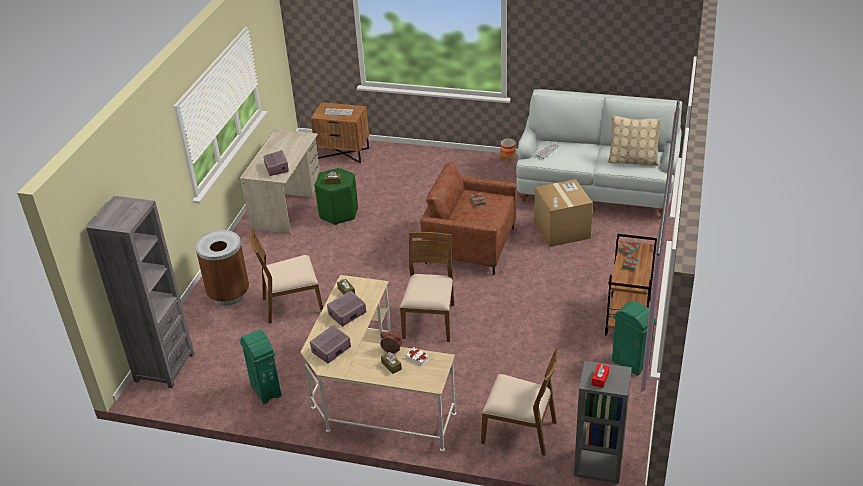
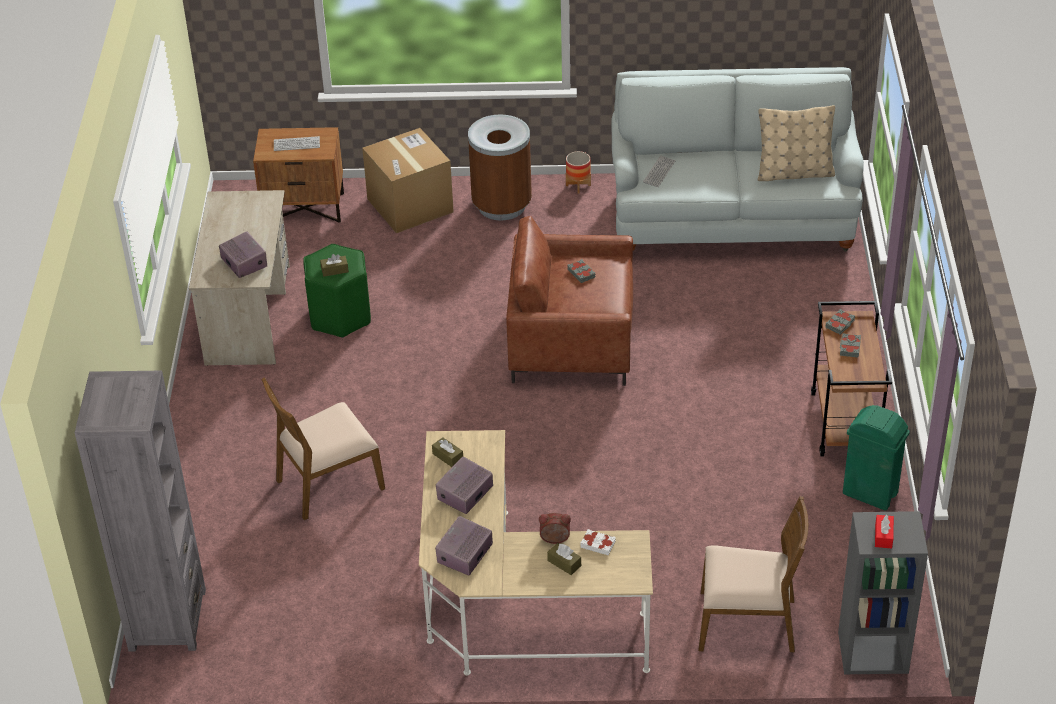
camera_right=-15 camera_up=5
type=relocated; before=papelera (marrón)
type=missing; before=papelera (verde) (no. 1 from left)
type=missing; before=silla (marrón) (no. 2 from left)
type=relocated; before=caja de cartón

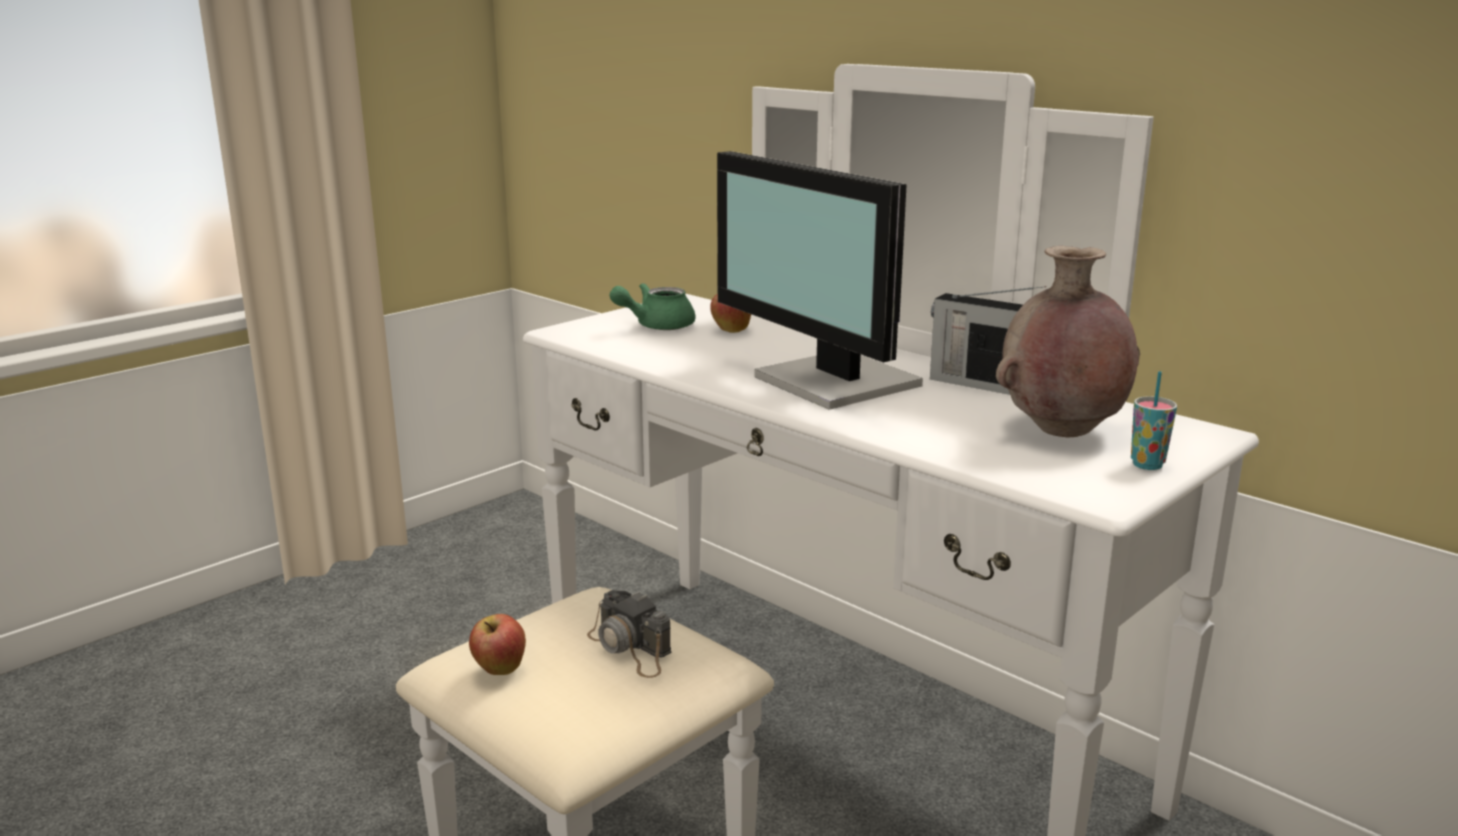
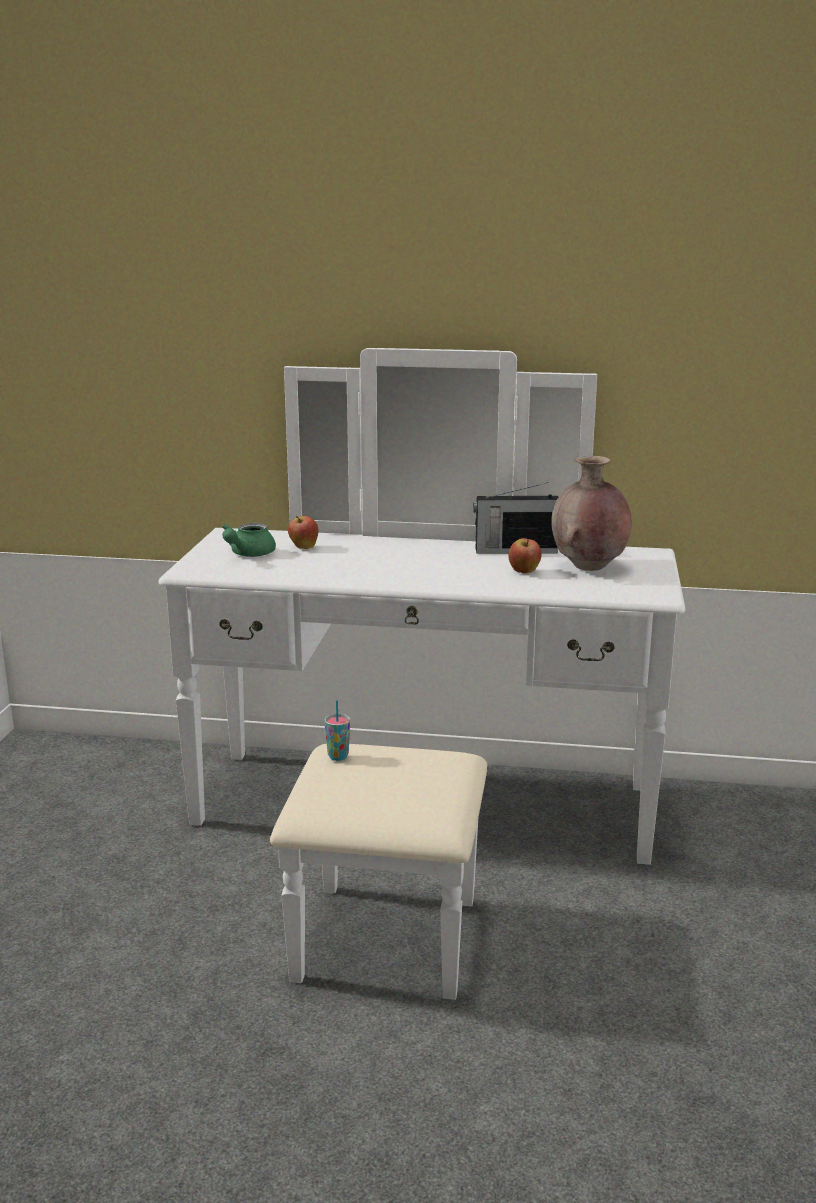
camera_right=-35 camera_up=0
type=relocated; before=manzana (no. 1 from left in the first image); after=manzana (no. 2 from left)
type=missing; before=cámara
type=missing; before=monitor
type=relocated; before=taza

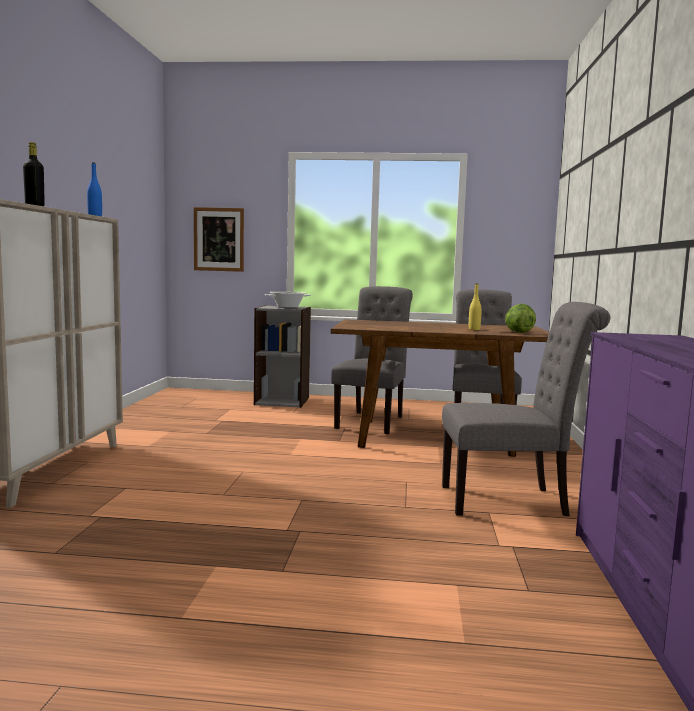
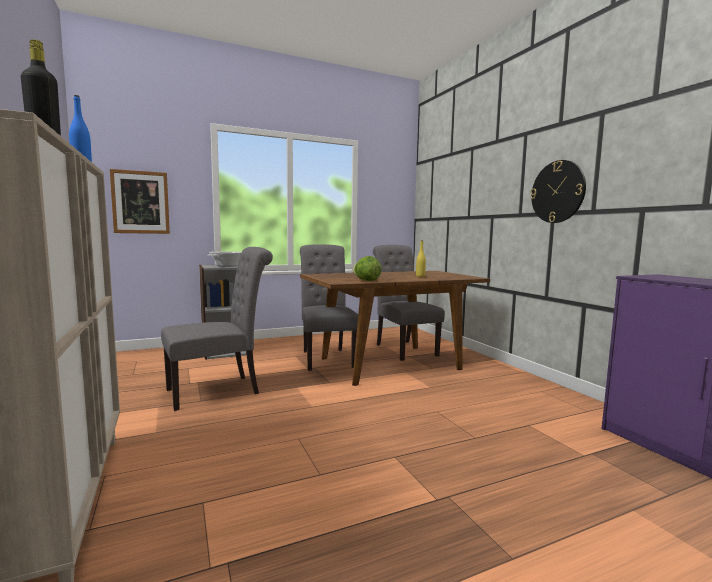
camera_right=-30 camera_up=0
type=relocated; before=silla (gris) (no. 3 from left in the first image); after=silla (gris) (no. 1 from left)
type=relocated; before=lechuga
type=appeared; after=reloj de pared

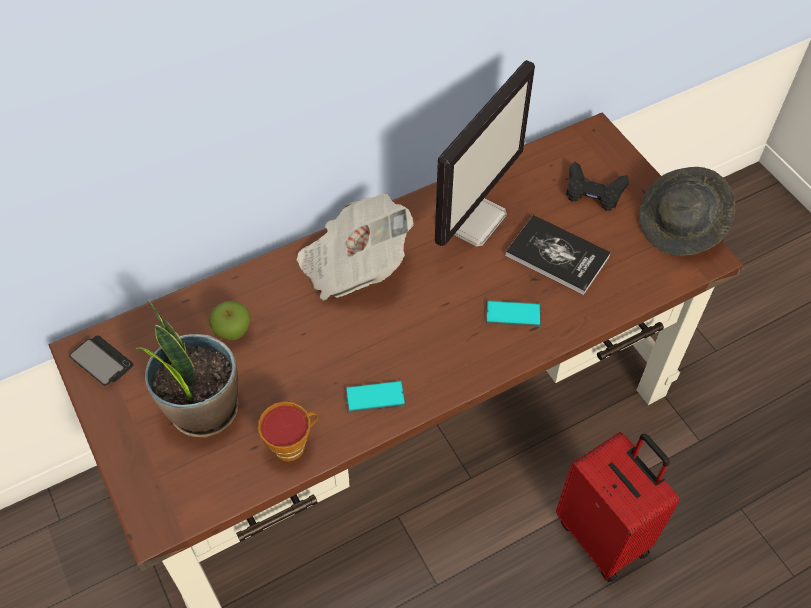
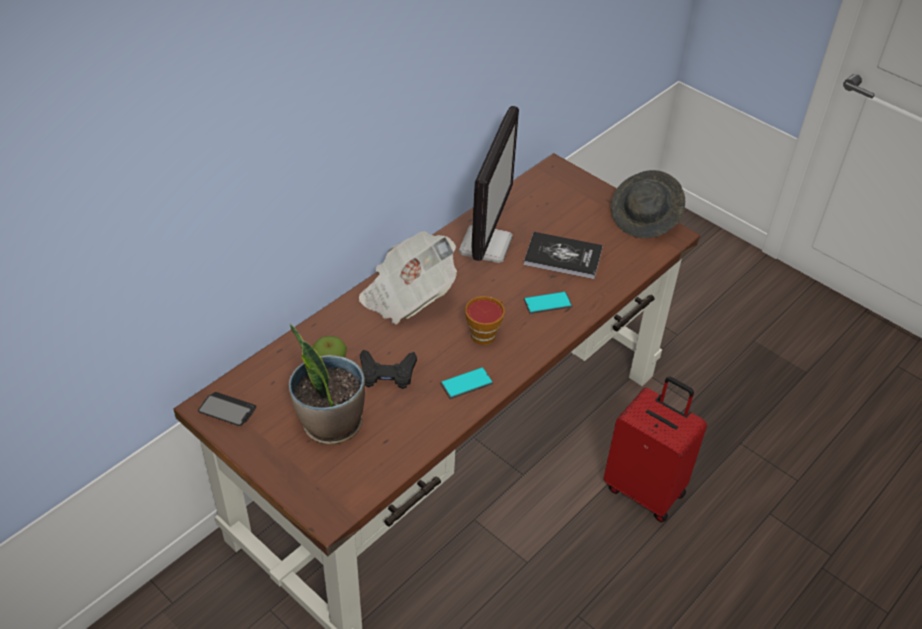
camera_right=-20 camera_up=-10
type=relocated; before=taza
type=relocated; before=mando de consola (negro)

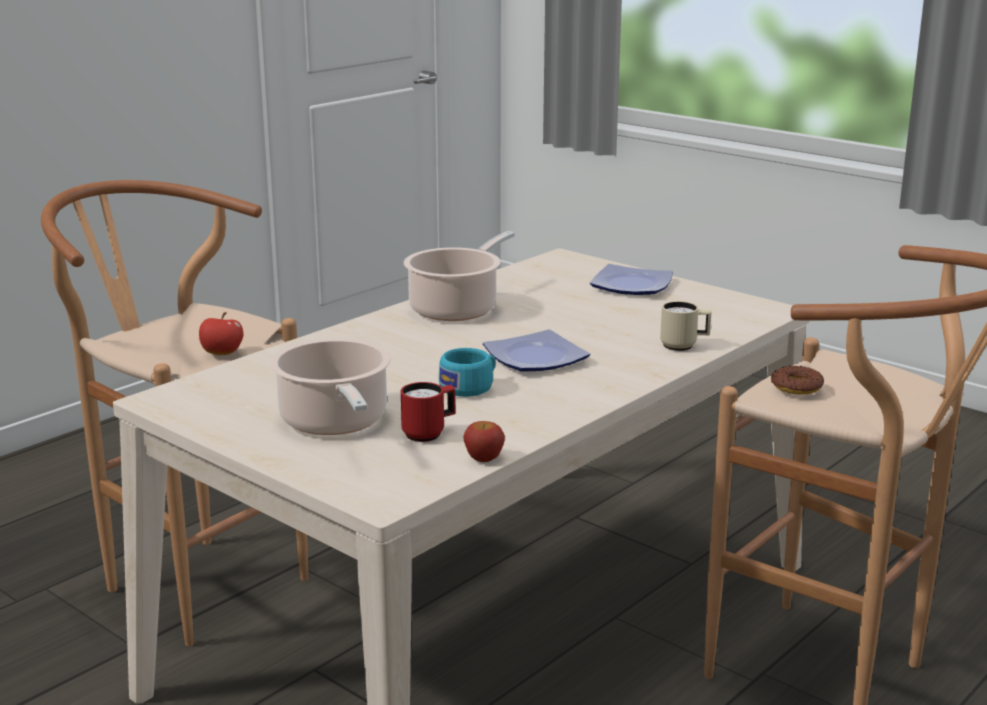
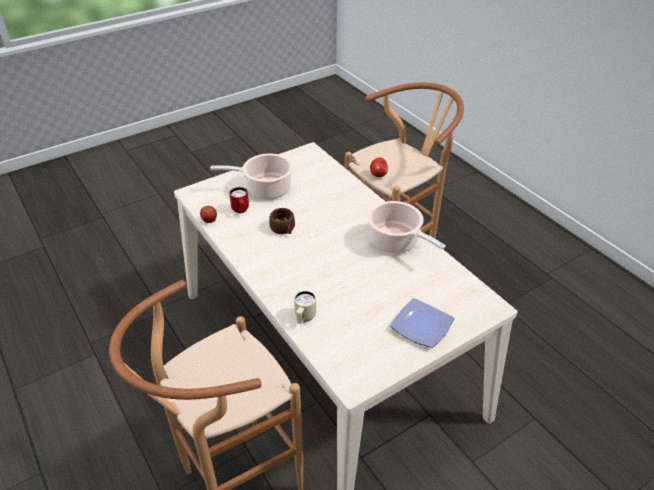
camera_right=105 camera_up=20
type=colour; before=taza (turquesa); after=taza (marrón)
type=missing; before=plato (no. 1 from left)
type=missing; before=rosquilla

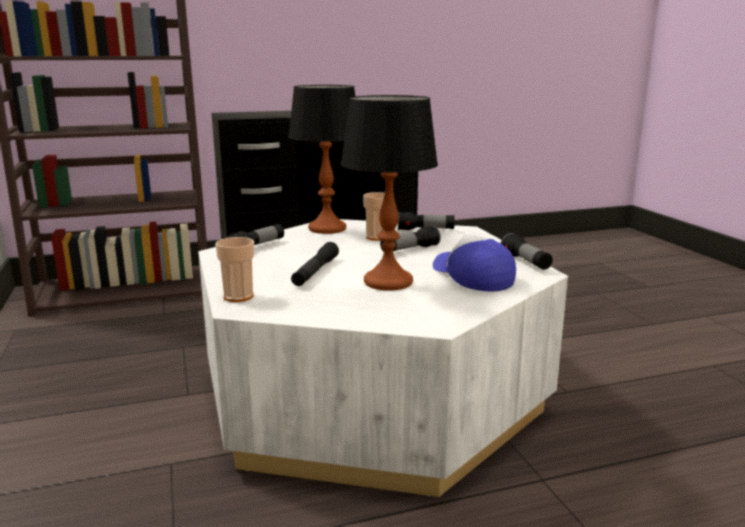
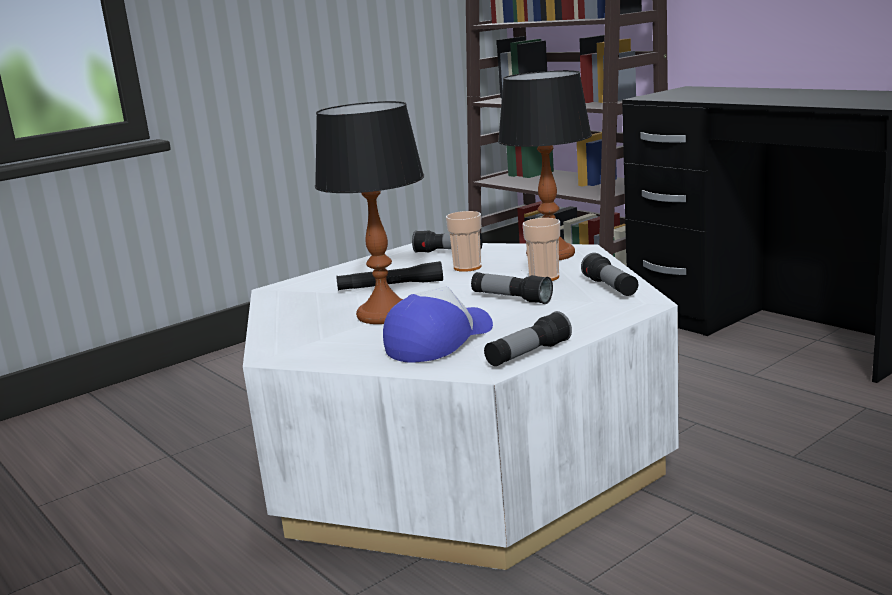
camera_right=70 camera_up=0
type=relocated; before=taza (no. 1 from left)

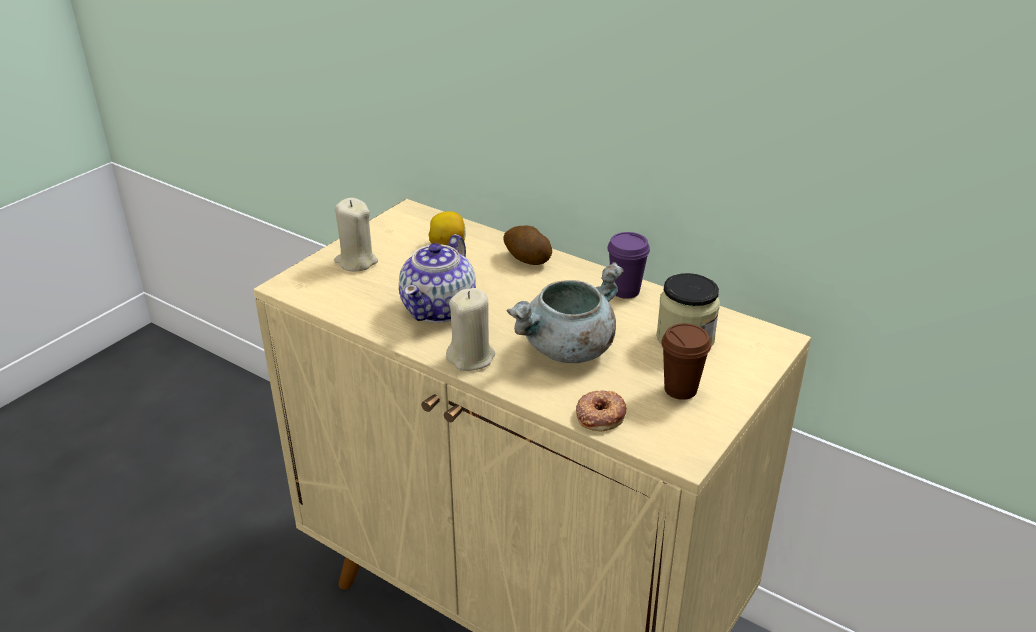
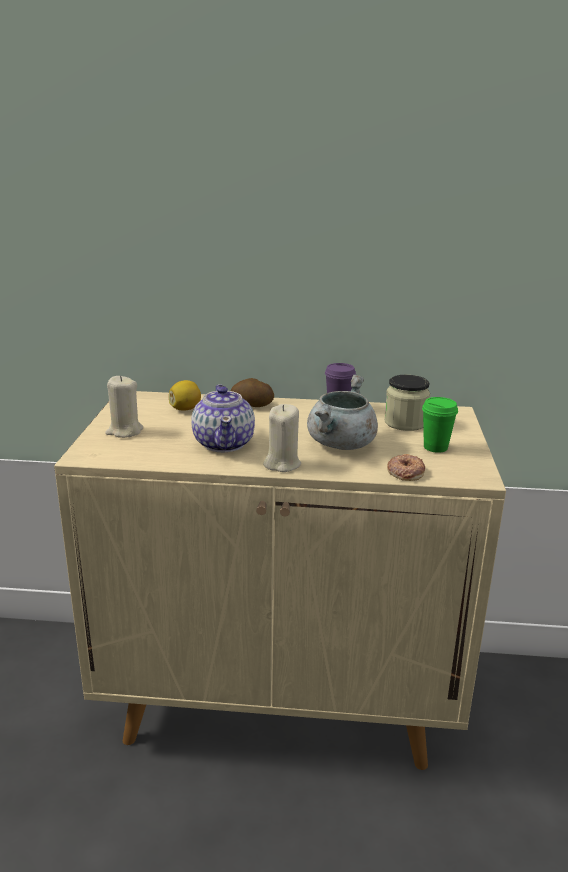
camera_right=-30 camera_up=-10
type=colour; before=taza (marrón); after=taza (verde)

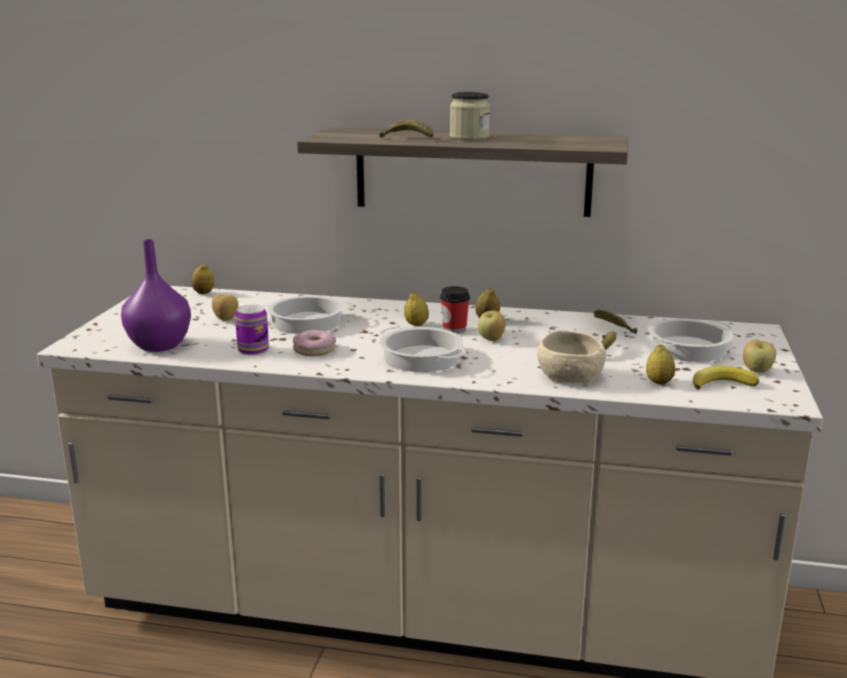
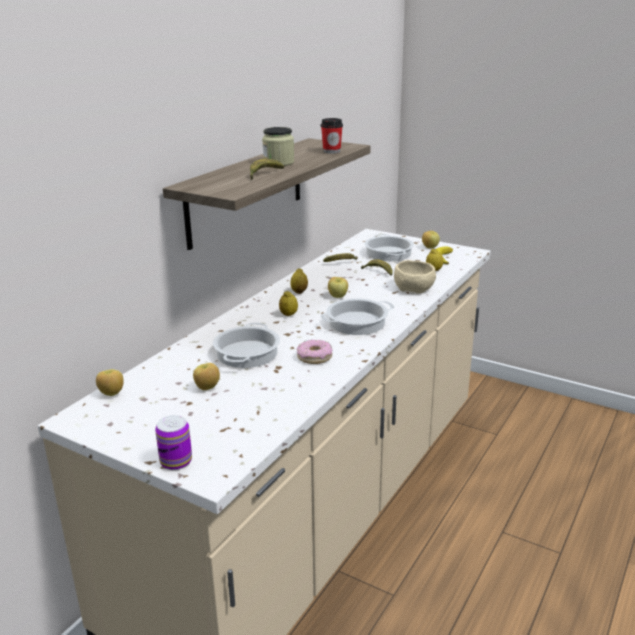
camera_right=-70 camera_up=5
type=missing; before=florero (morado)
type=exchanged; before=limón (no. 1 from left); after=manzana (no. 1 from left)
type=relocated; before=lata
type=relocated; before=taza

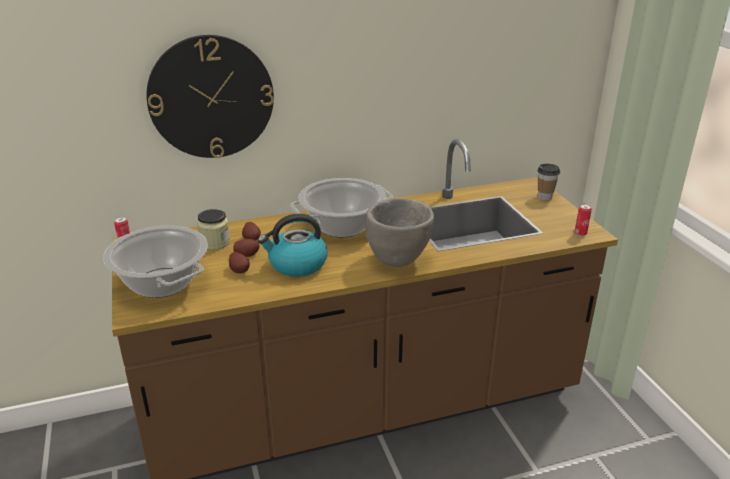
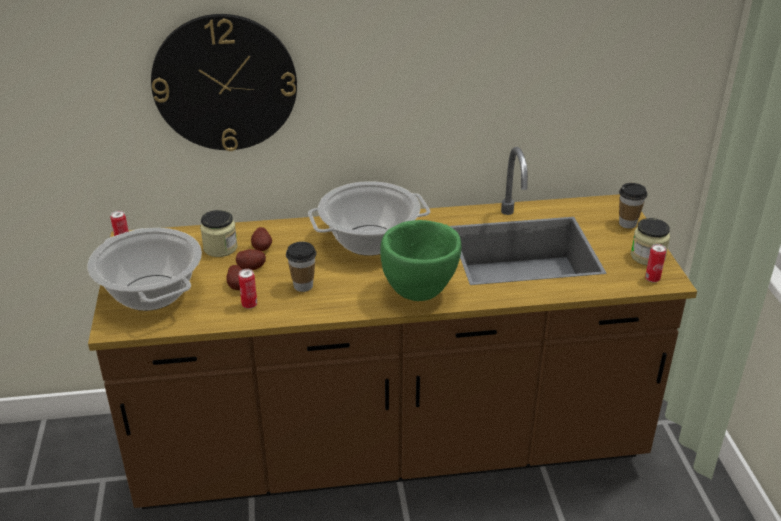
camera_right=10 camera_up=5
type=exchanged; before=hervidor; after=taza (no. 1 from left)
type=colour; before=cuenco (gris); after=cuenco (verde)
type=appeared; after=lata (no. 2 from left)
type=appeared; after=tarro (no. 2 from left)

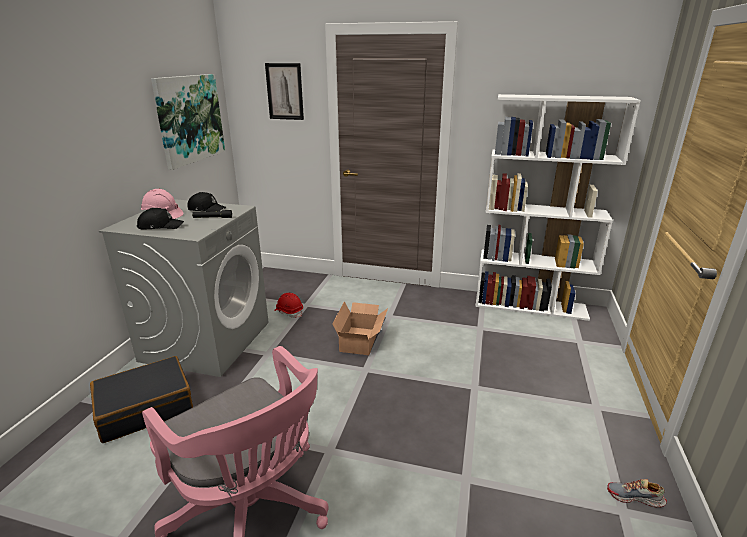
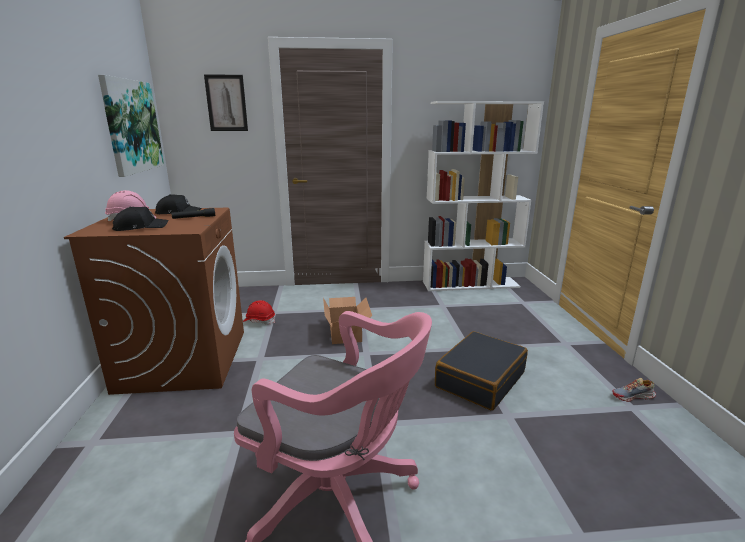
camera_right=-20 camera_up=-5
type=relocated; before=maleta (negro)
type=colour; before=lavadora (gris); after=lavadora (marrón)

